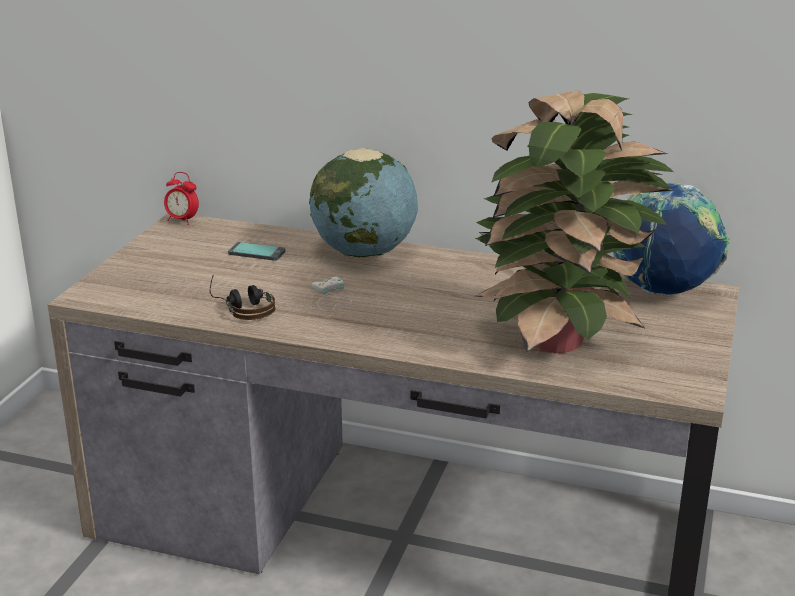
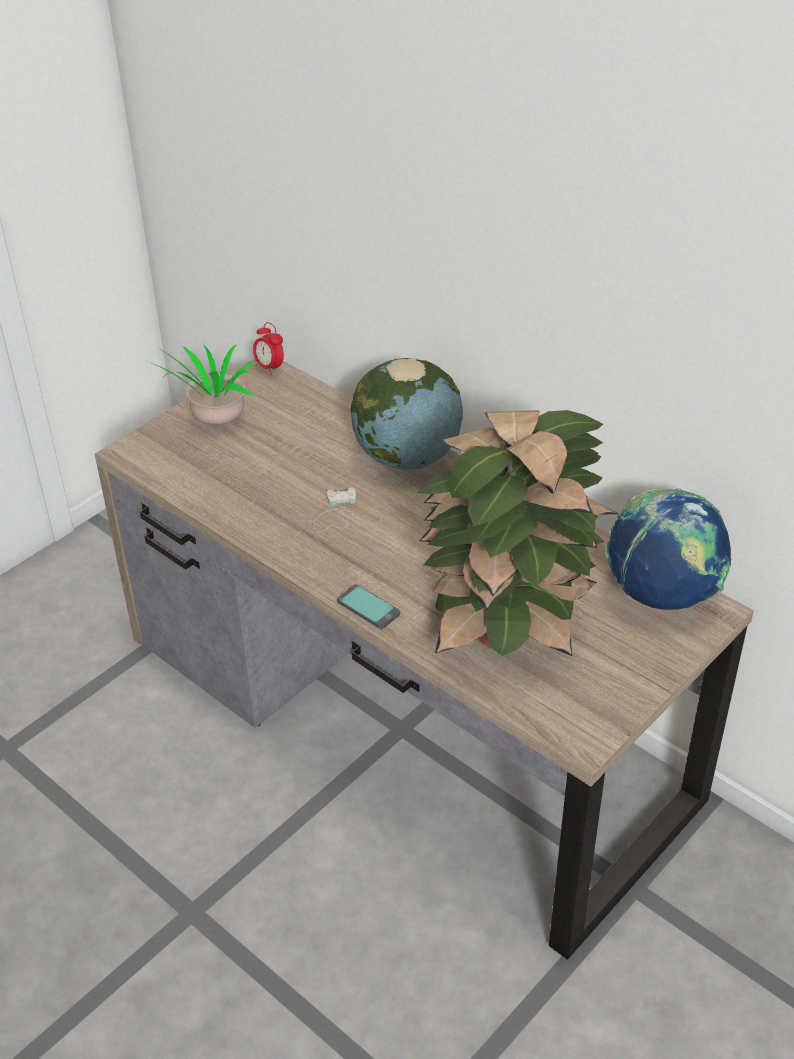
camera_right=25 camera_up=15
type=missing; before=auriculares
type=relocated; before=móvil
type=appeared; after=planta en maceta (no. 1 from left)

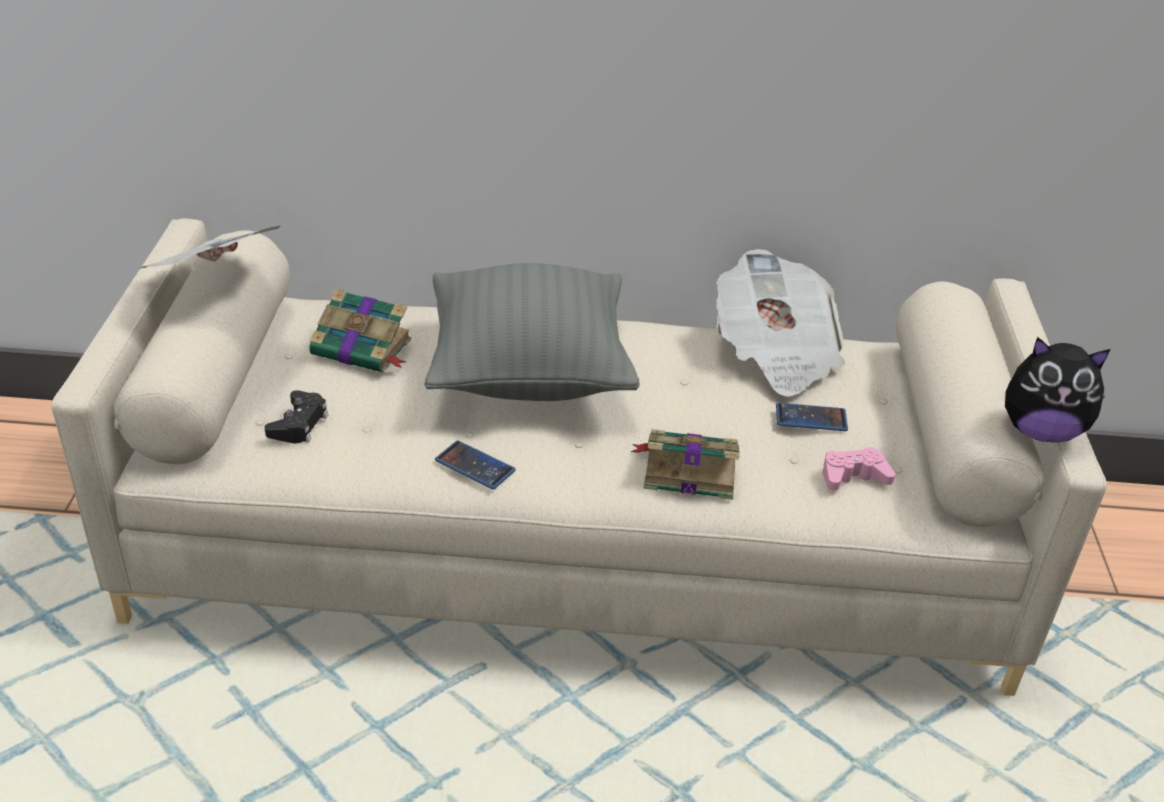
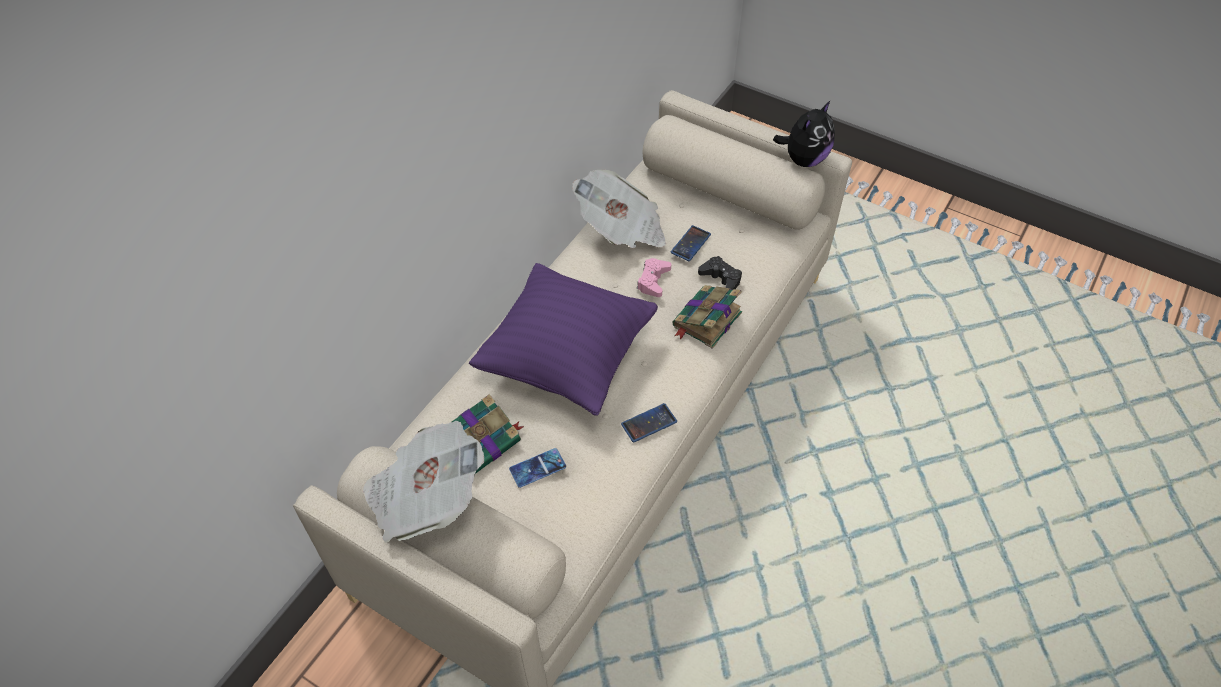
camera_right=-60 camera_up=15
type=relocated; before=mando de consola (negro)
type=colour; before=cojín (gris); after=cojín (morado)
type=relocated; before=mando de consola (rosa)
type=appeared; after=móvil (no. 1 from left)

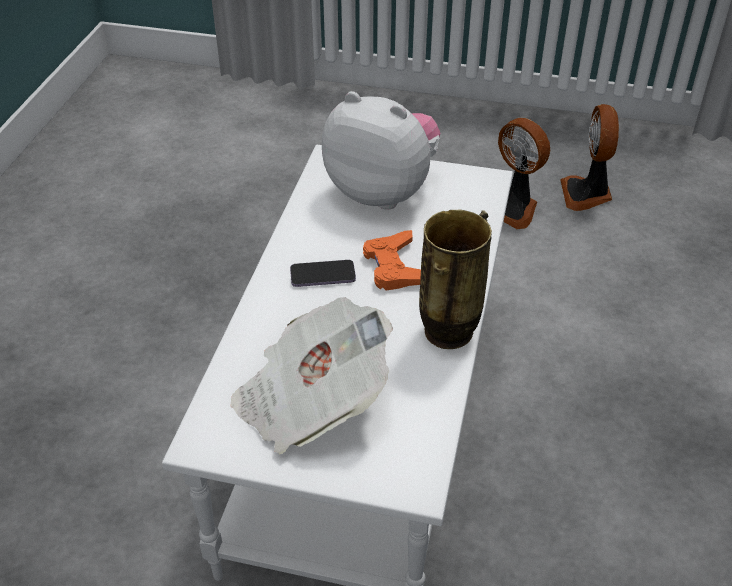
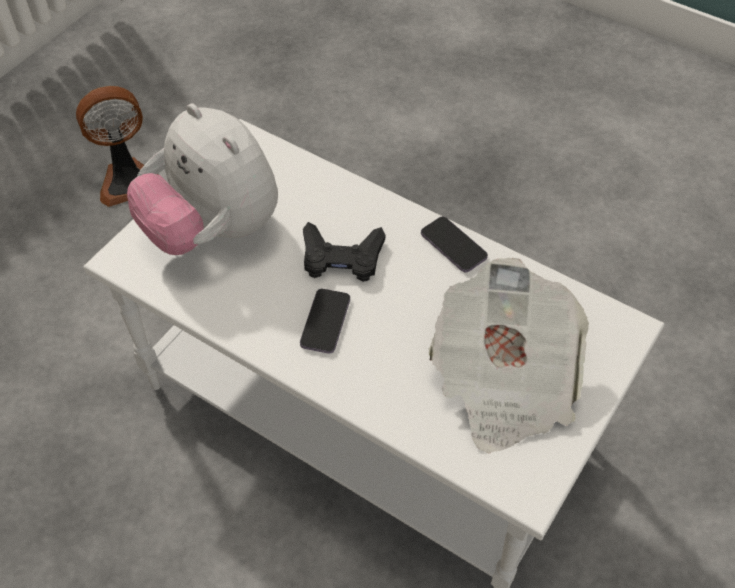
camera_right=-70 camera_up=10
type=spun; before=peluche; turn=-90
type=colour; before=mando de consola (naranja); after=mando de consola (negro)
type=exchanged; before=florero; after=móvil (no. 2 from left)
type=missing; before=ventilador (no. 2 from left)

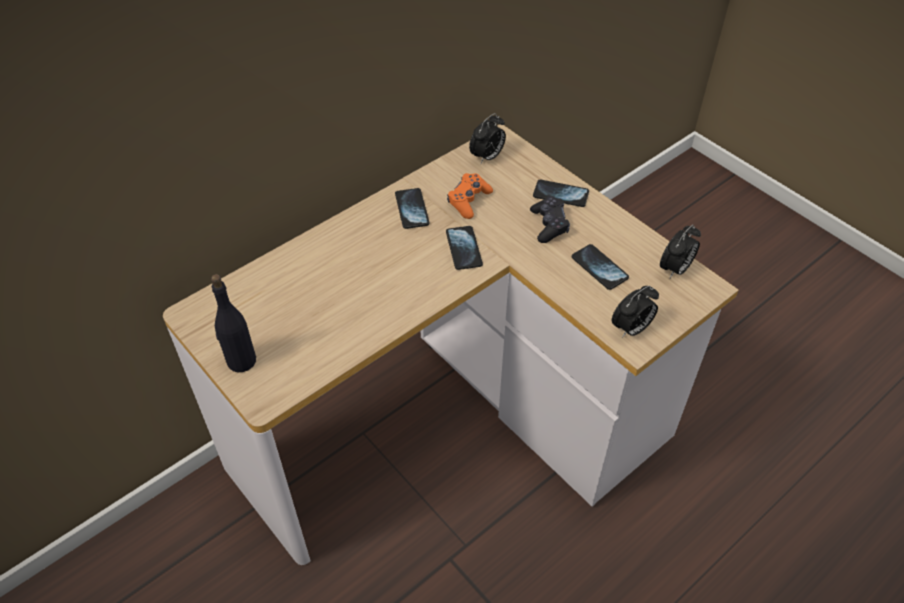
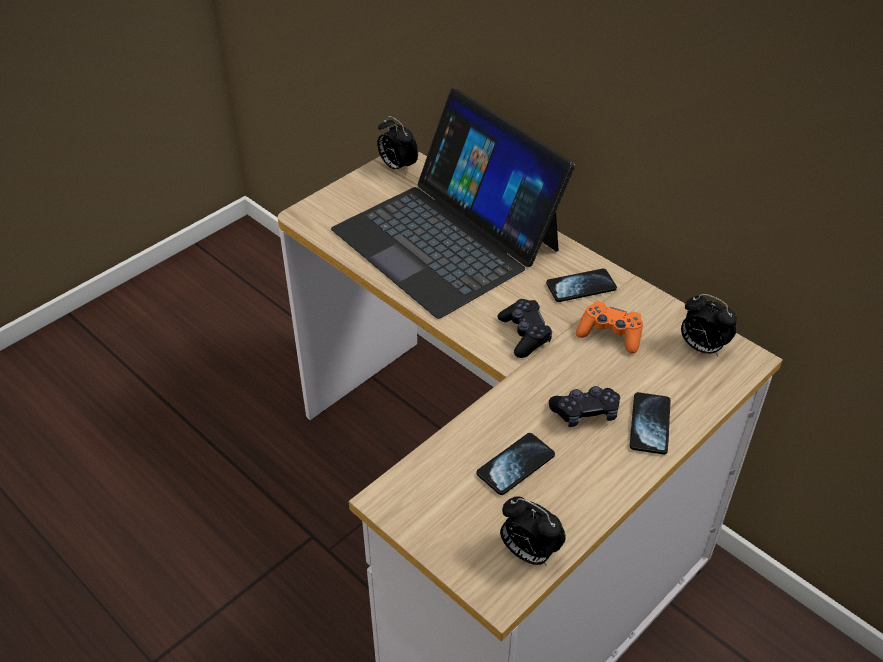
camera_right=85 camera_up=-5
type=missing; before=botella (negro)
type=exchanged; before=móvil (no. 2 from left); after=mando de consola (negro) (no. 1 from left)
type=relocated; before=despertador (no. 2 from left in the first image); after=despertador (no. 1 from left)
type=appeared; after=portátil

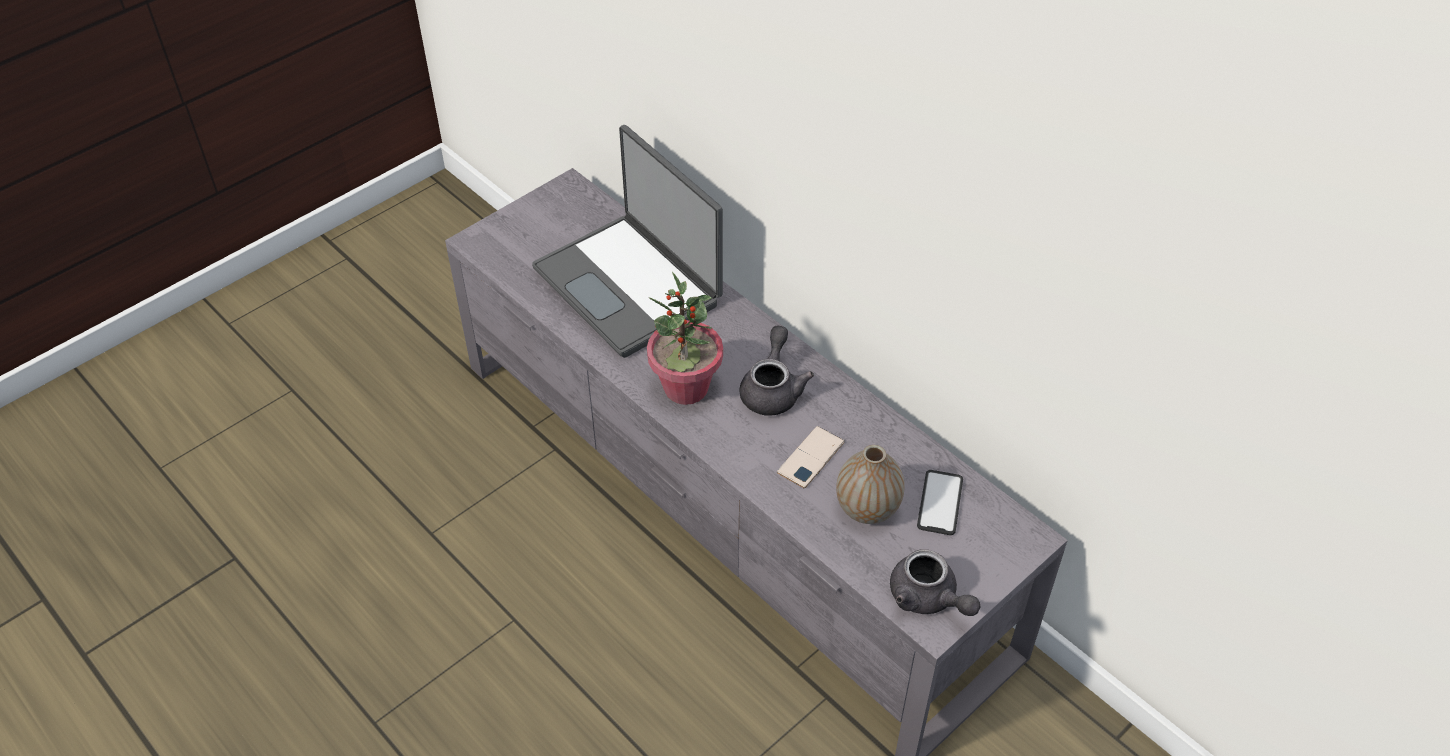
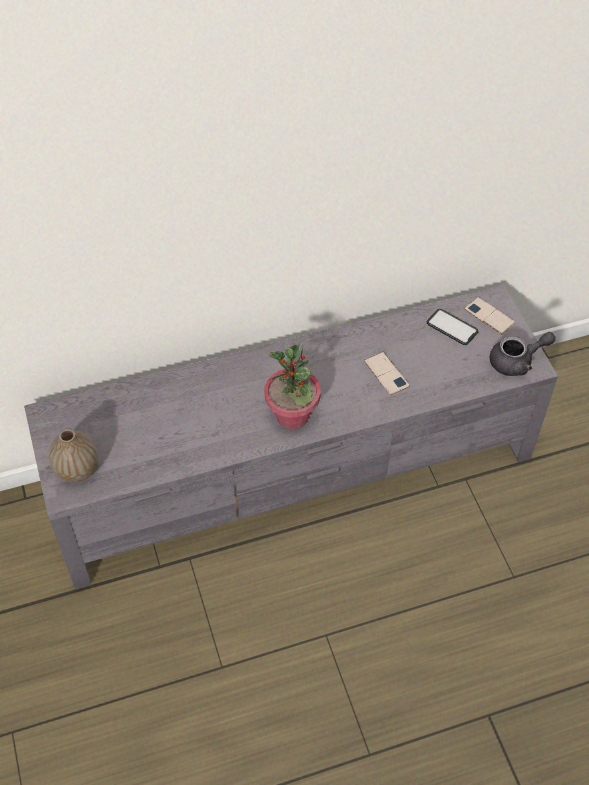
camera_right=-65 camera_up=5
type=missing; before=portátil
type=missing; before=tetera (gris) (no. 1 from left)
type=relocated; before=florero
type=appeared; after=móvil (no. 3 from left)

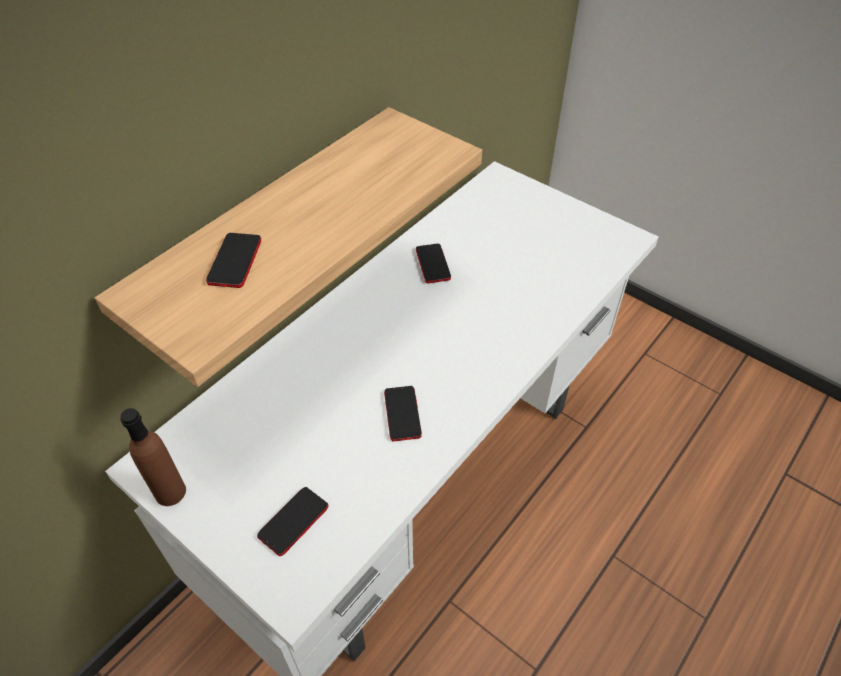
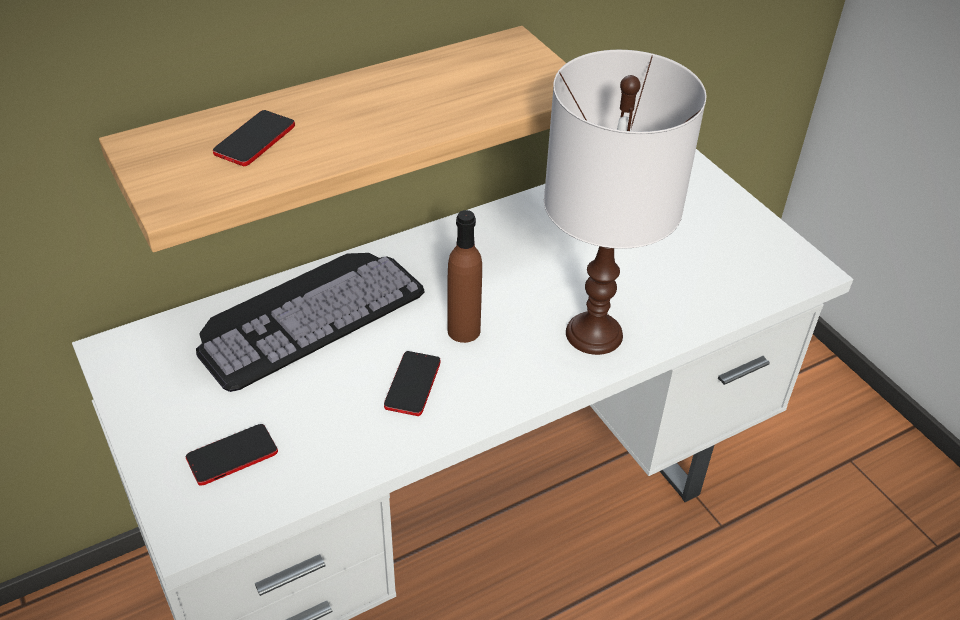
camera_right=20 camera_up=-5
type=relocated; before=botella (marrón)
type=missing; before=móvil (no. 4 from left)
type=appeared; after=teclado
type=appeared; after=lámpara de mesa (blanco)

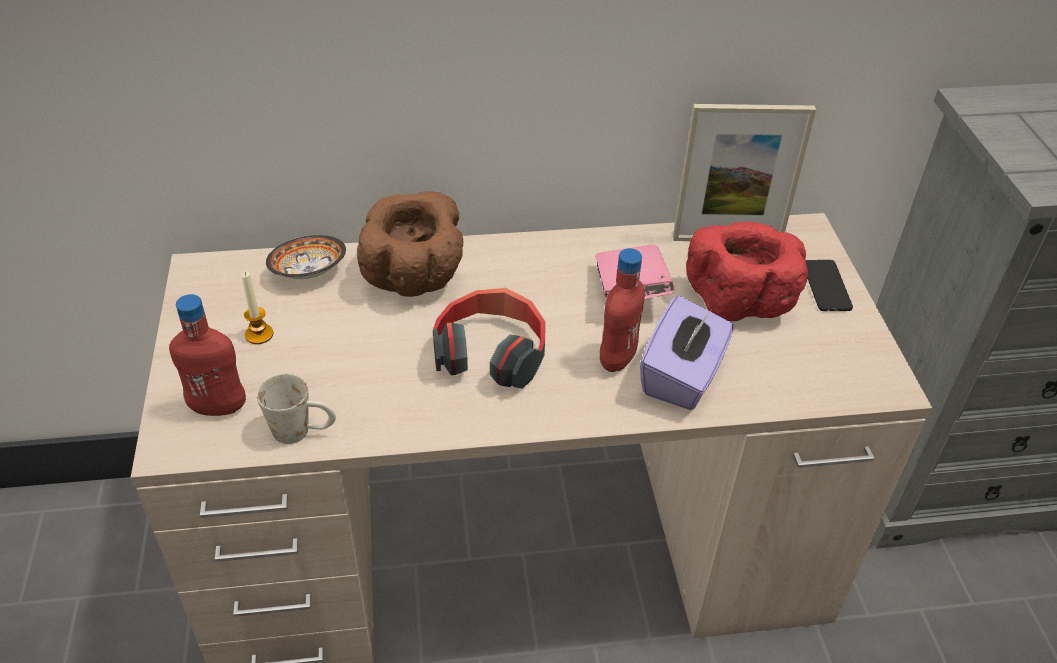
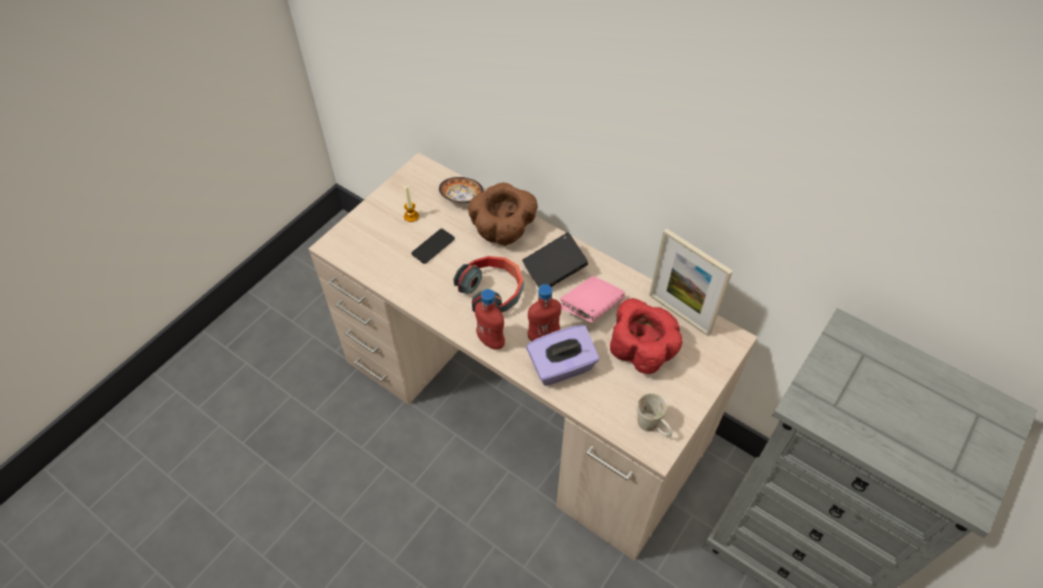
camera_right=45 camera_up=10
type=relocated; before=botella (rojo) (no. 1 from left)
type=relocated; before=taza grande (blanco)
type=relocated; before=móvil
type=appeared; after=libro (negro)

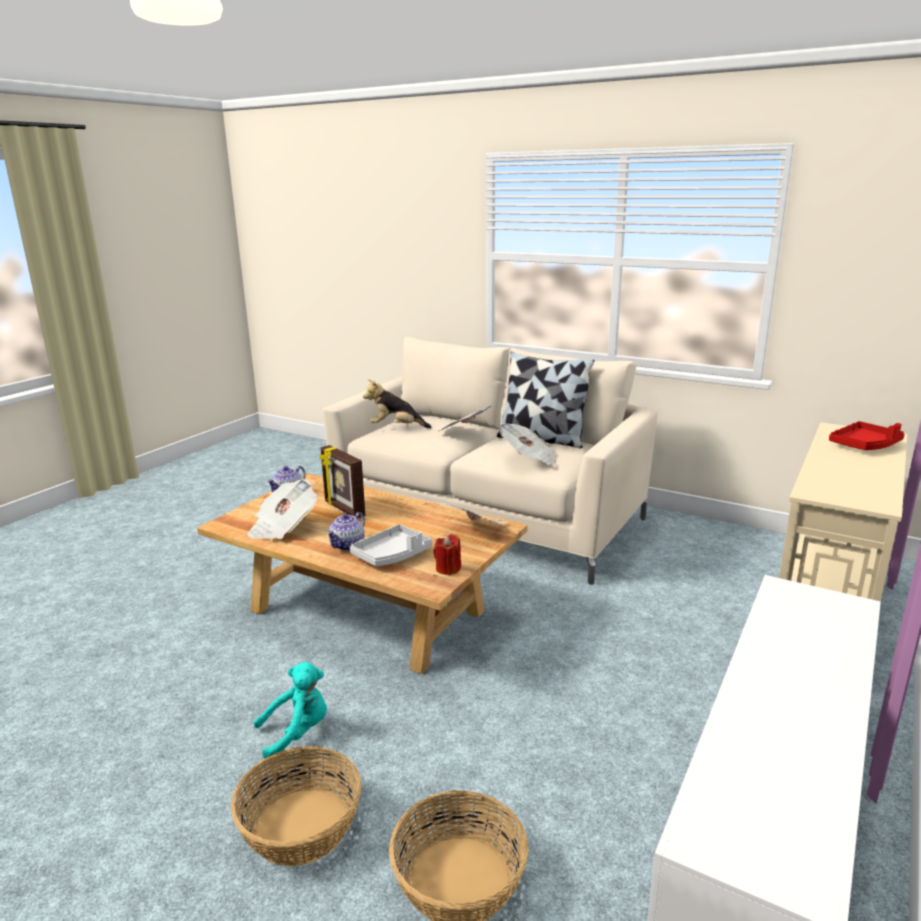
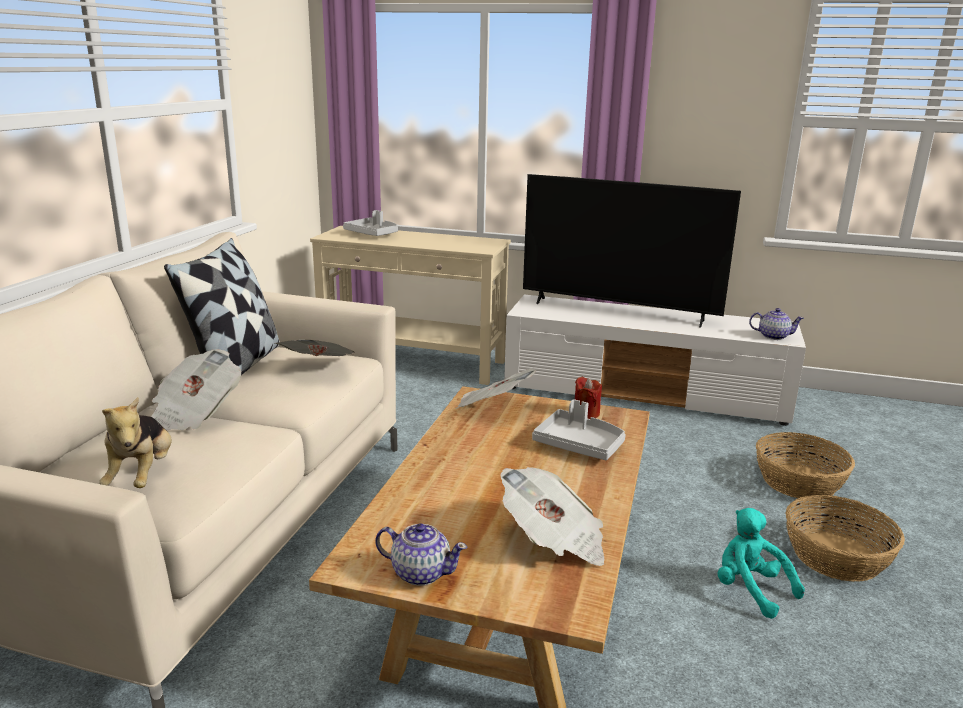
camera_right=-105 camera_up=0
type=missing; before=portarretratos
type=relocated; before=tetera (no. 2 from left)
type=colour; before=bandeja (rojo); after=bandeja (gris) (no. 1 from left)
type=appeared; after=televisor

